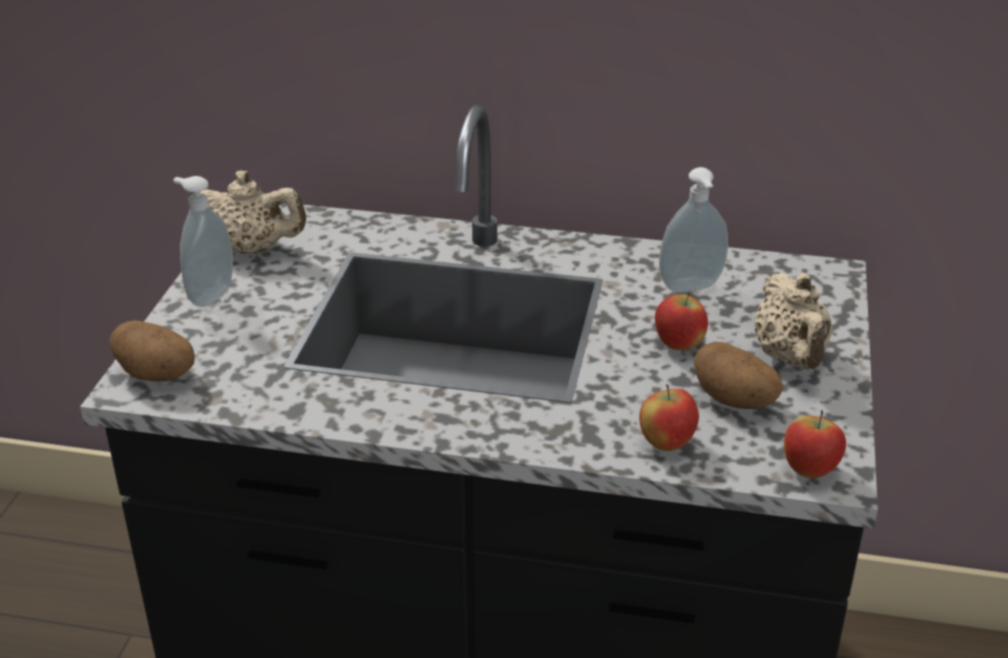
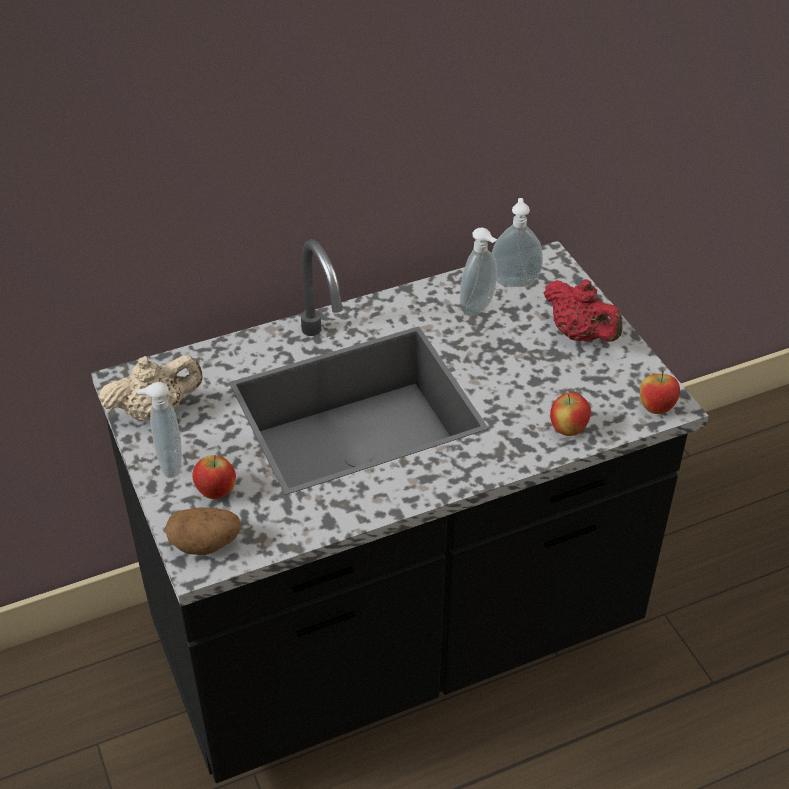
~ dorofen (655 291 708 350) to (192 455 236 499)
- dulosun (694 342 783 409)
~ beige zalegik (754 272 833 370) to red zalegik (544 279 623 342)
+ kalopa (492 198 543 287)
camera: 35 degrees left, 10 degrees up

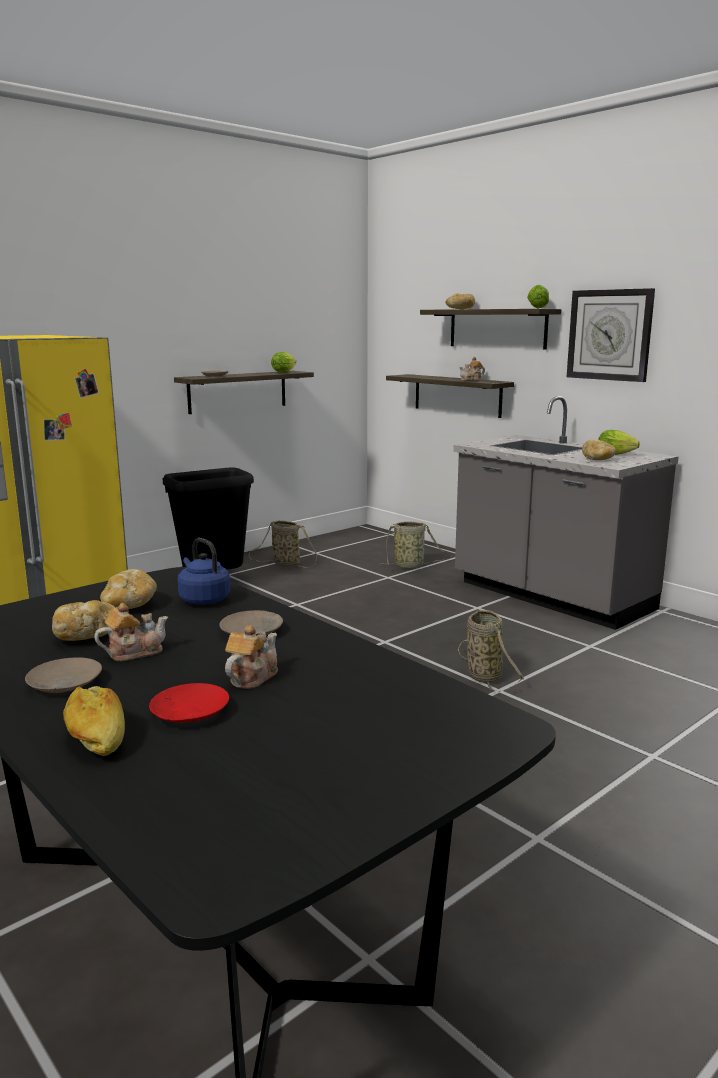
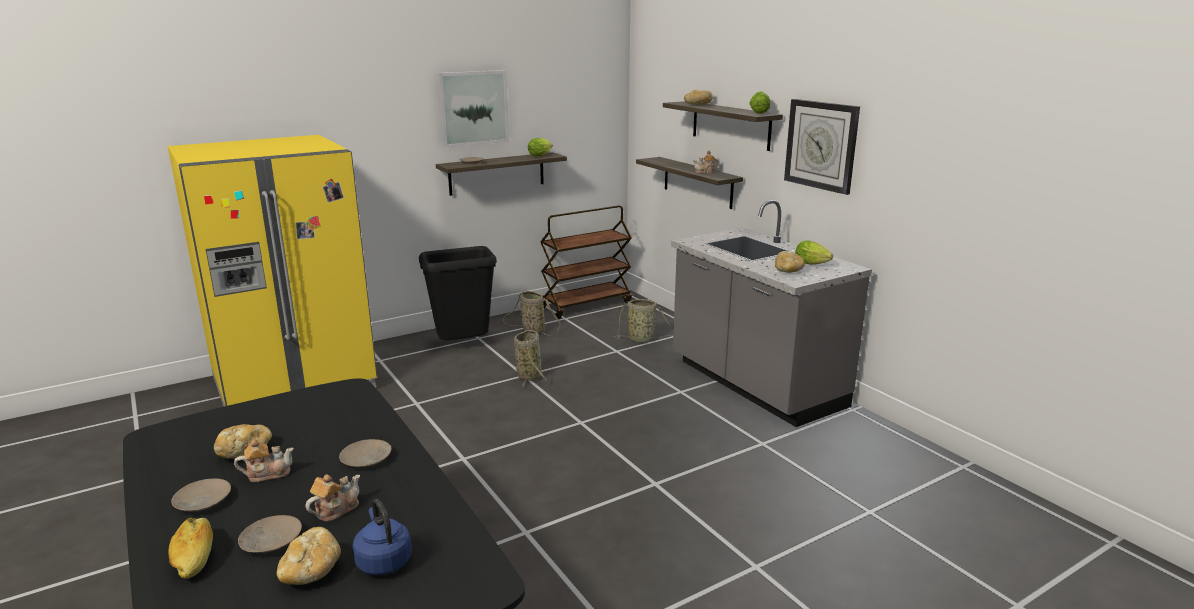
~ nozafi (100 569 157 609) to (277 527 341 585)
~ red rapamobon (149 683 229 723) to beige rapamobon (238 515 302 553)
~ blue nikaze (178 538 230 605) to (353 499 412 575)
~ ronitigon (458 610 524 692) to (514 330 547 388)
+ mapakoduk (437 70 509 148)
+ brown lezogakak (540 206 632 319)
camera: 10 degrees right, 5 degrees up

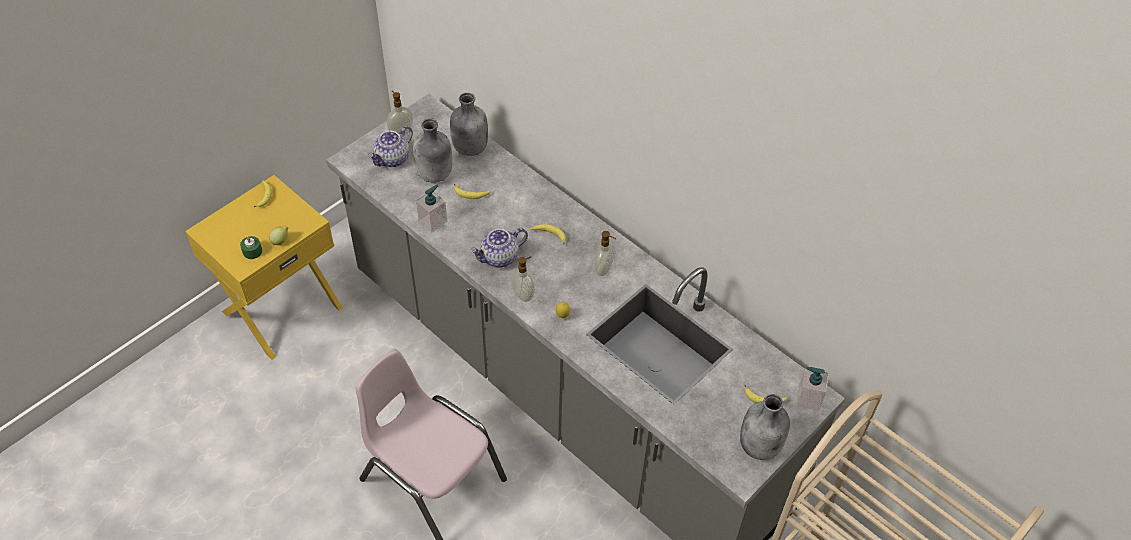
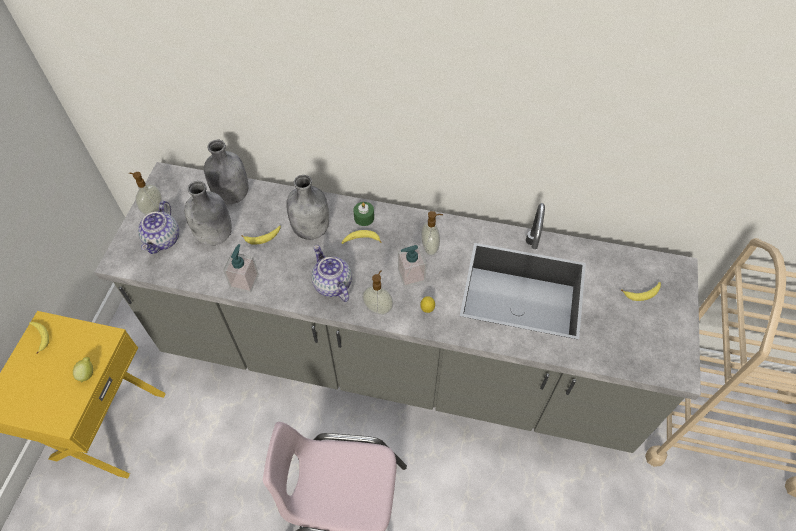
~ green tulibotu (240 236 262 259) to (353 202 374 226)
~ zalegik (470 228 528 267) = (311 245 352 302) 120 degrees clockwise
~ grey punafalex (740 394 790 460) to (286 175 329 240)
~ kalopa (796 367 829 411) to (398 245 427 287)
camera: 30 degrees left, 5 degrees up

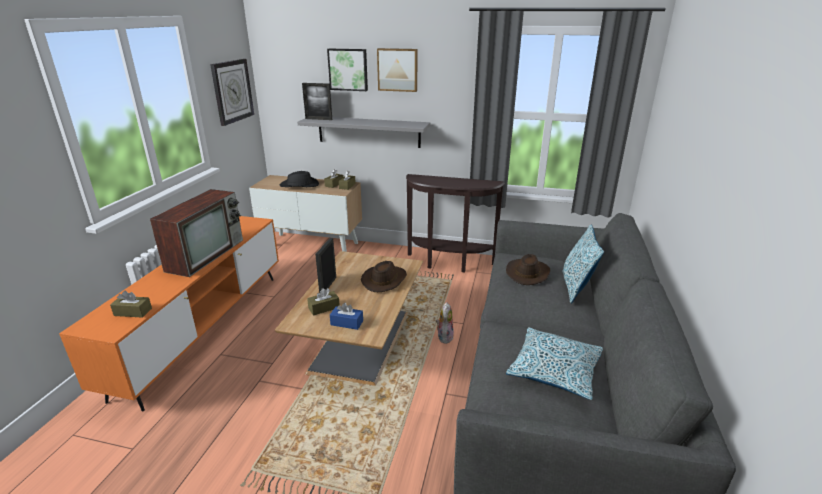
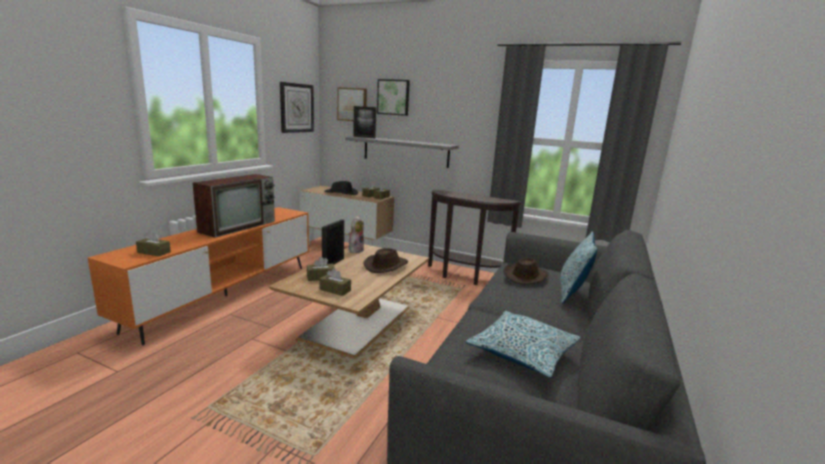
~ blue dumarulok (330 303 363 330) to brown dumarulok (320 268 351 296)
~ mapakoduk (377 48 417 92) to (337 87 367 121)
~ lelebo (436 302 454 344) to (348 216 364 253)
camera: 10 degrees right, 10 degrees down

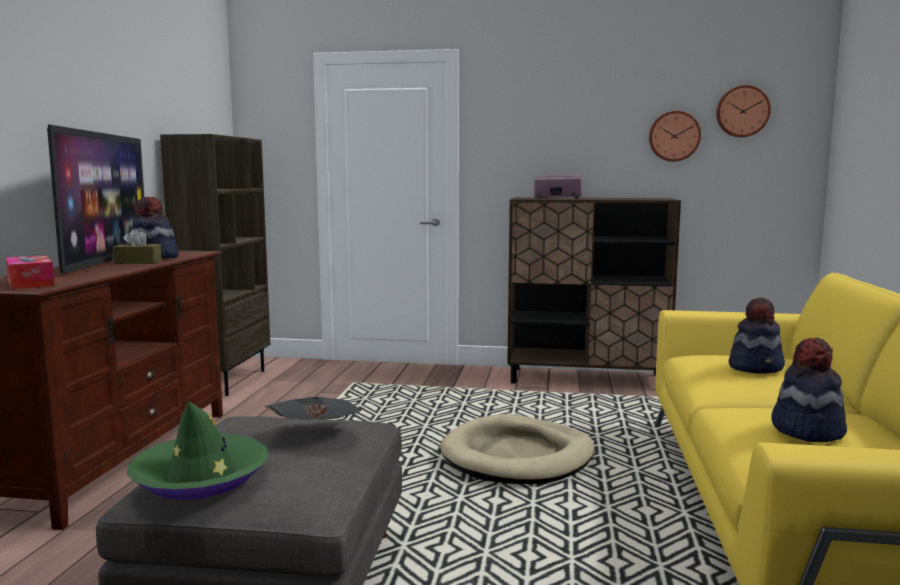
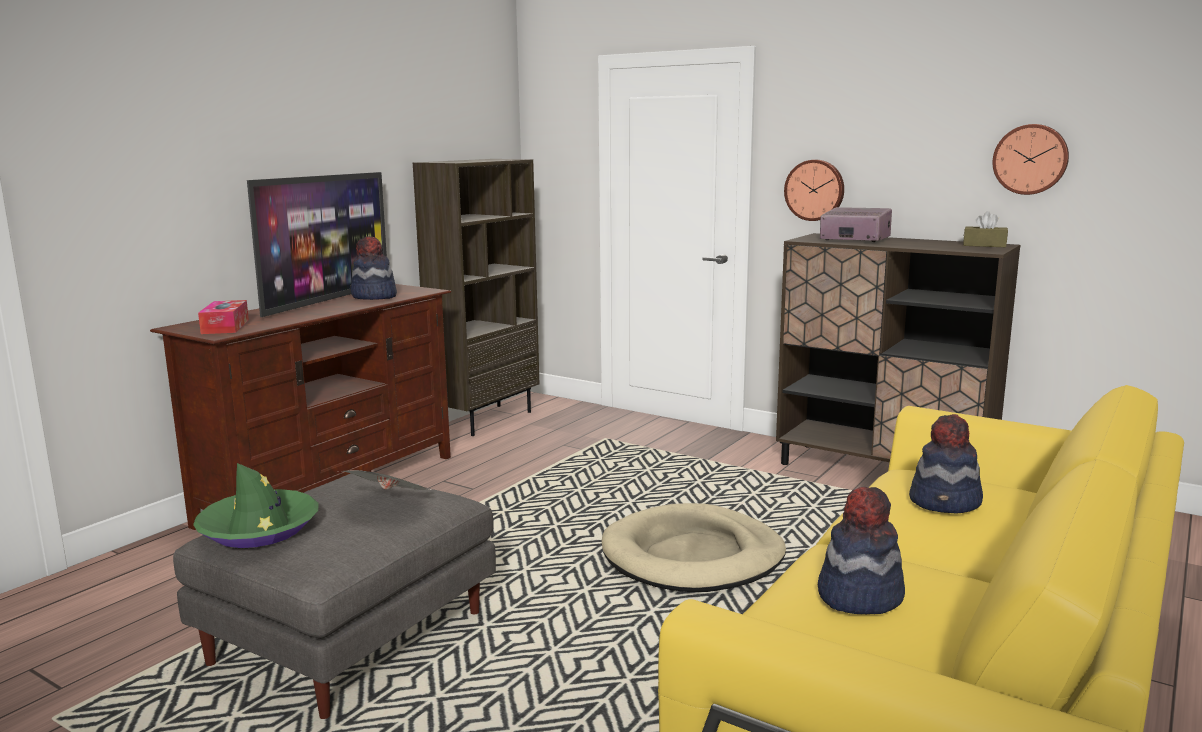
~ brown dumarulok (113 229 162 264) to (963 211 1008 247)
~ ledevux (716 85 771 137) to (784 160 844 221)
camera: 25 degrees right, 5 degrees up

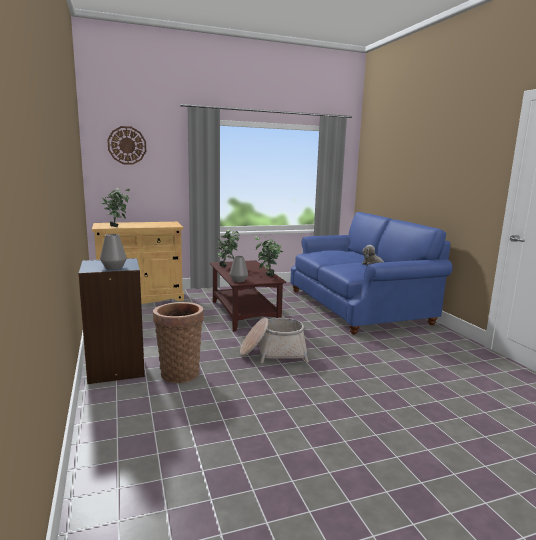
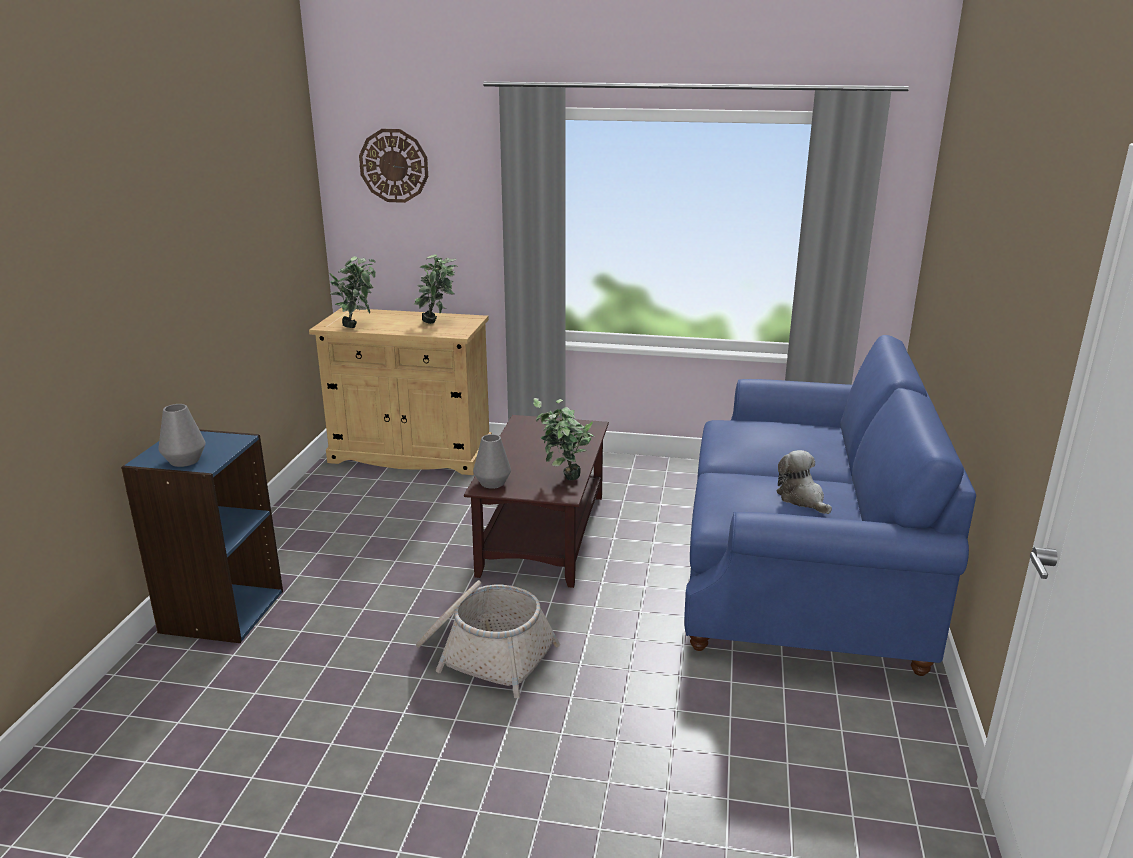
- ronitigon (153 302 203 383)
~ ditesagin (215 229 239 267) to (414 254 458 324)
camera: 30 degrees right, 10 degrees up

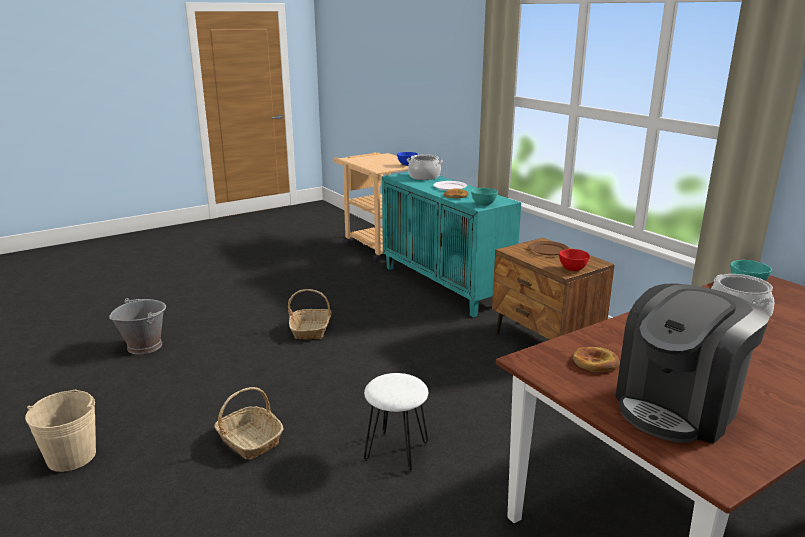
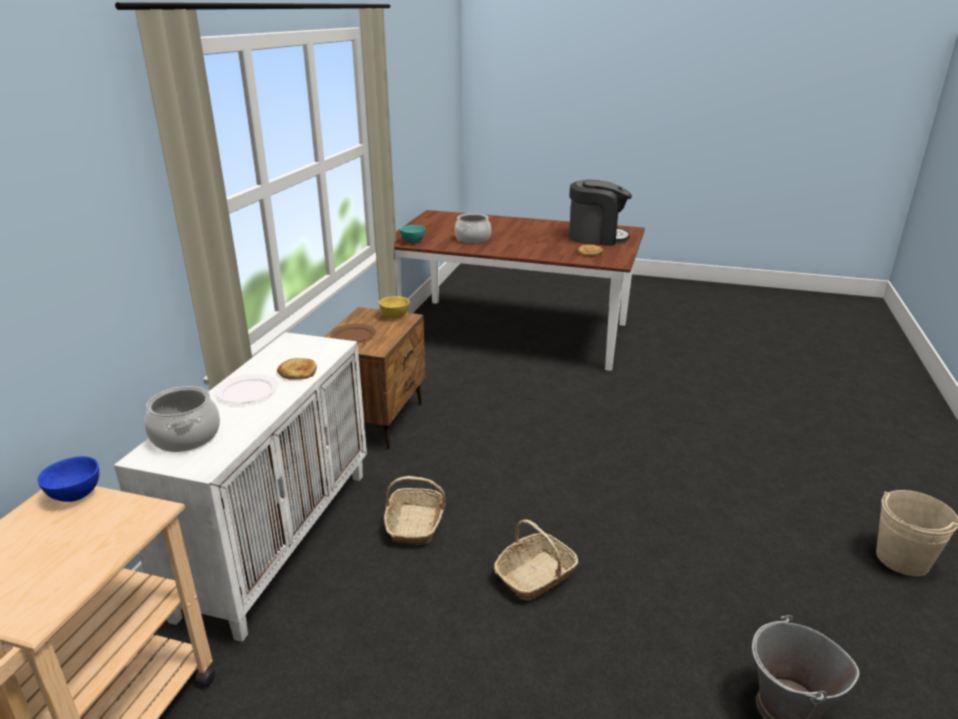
~ ronitigon (214 387 284 460) to (384 476 446 545)
- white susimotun (364 373 428 473)
~ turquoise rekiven (382 172 521 317) to white rekiven (114 332 367 642)
- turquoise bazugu (471 188 498 206)
~ red bazugu (559 249 590 271) to yellow bazugu (379 296 410 318)
camera: 130 degrees left, 5 degrees up

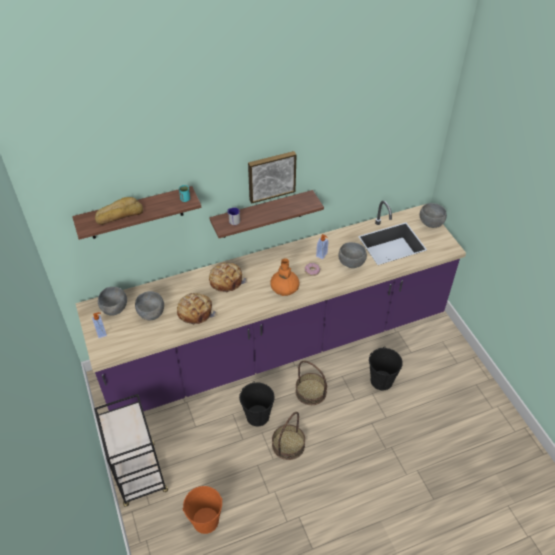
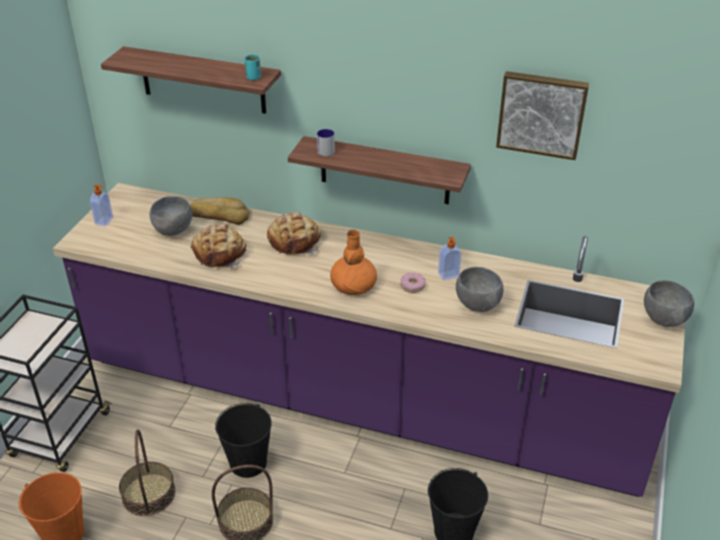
~ nozafi (95 197 143 225) to (190 197 249 225)
- grey bazugu (98 287 127 316)
~ mapakoduk (248 151 297 204) to (496 71 589 160)
~ ronitigon (296 361 327 405) to (119 429 176 516)
camera: 40 degrees right, 10 degrees down

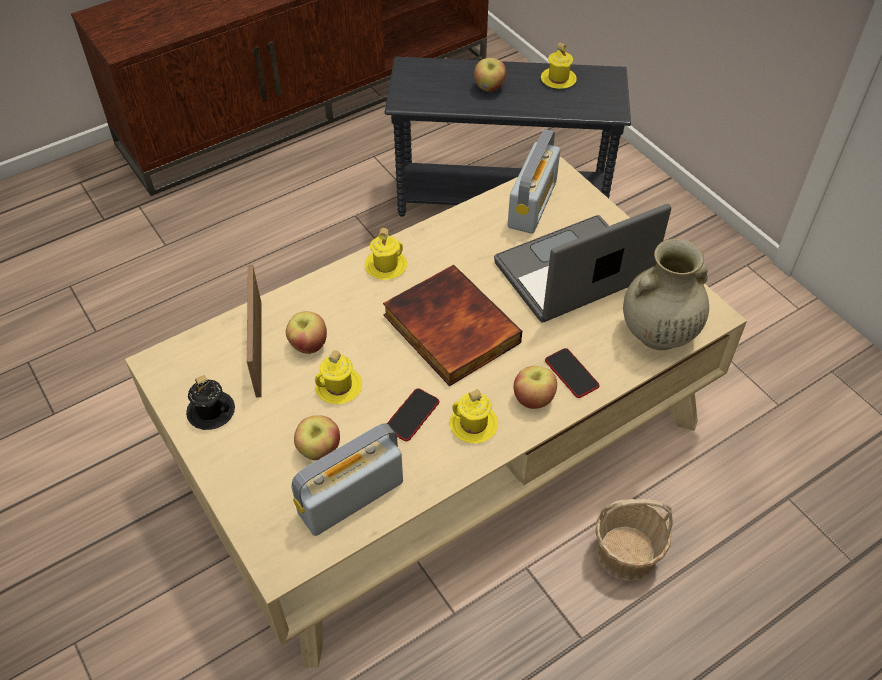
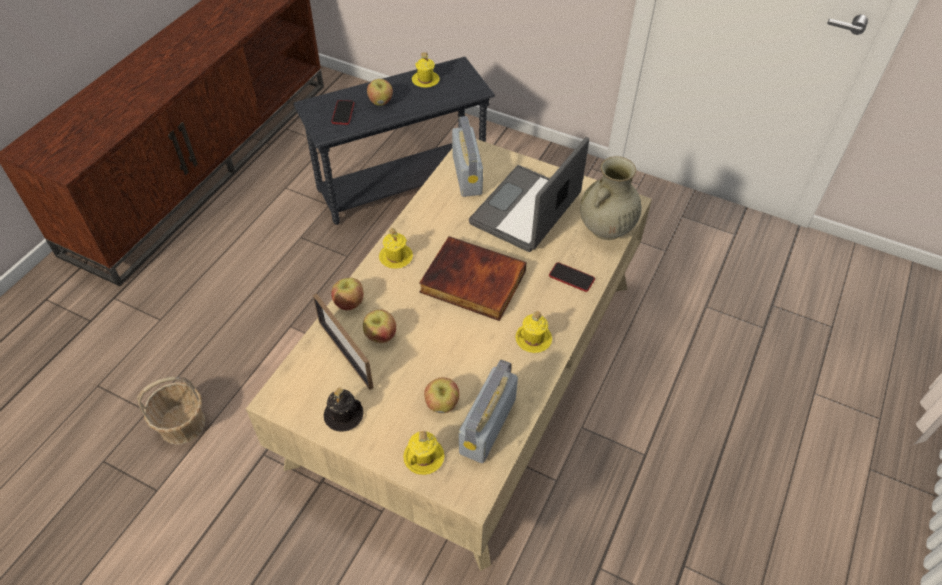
~ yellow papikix (315 350 362 404) to (403 431 445 475)
~ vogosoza (387 388 440 441) to (331 100 355 125)
~ dorofen (514 366 557 409) to (331 278 364 310)
~ ronitigon (595 499 673 581) to (137 377 205 445)
camera: 30 degrees left, 0 degrees up

